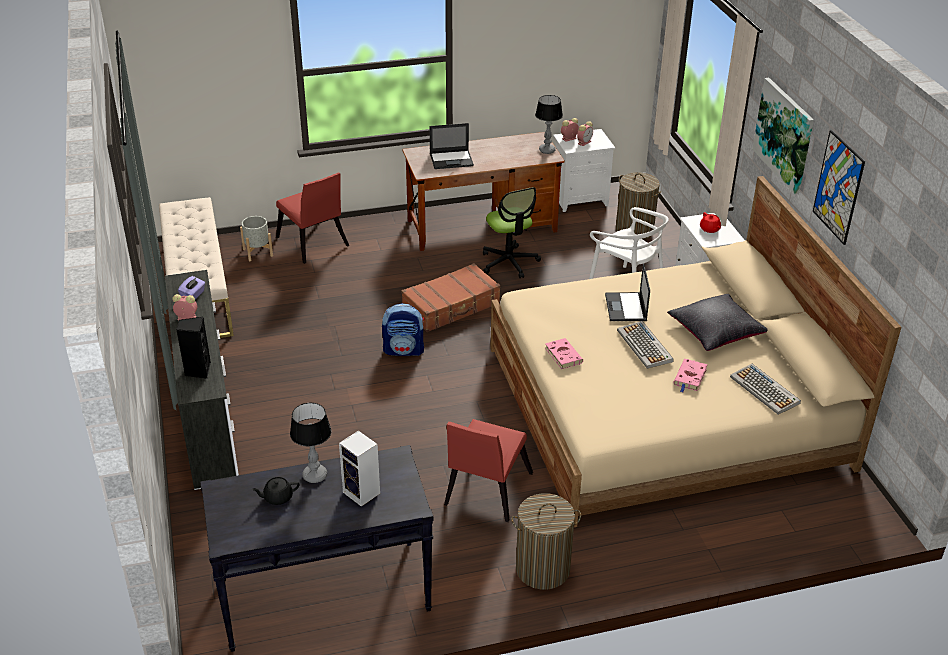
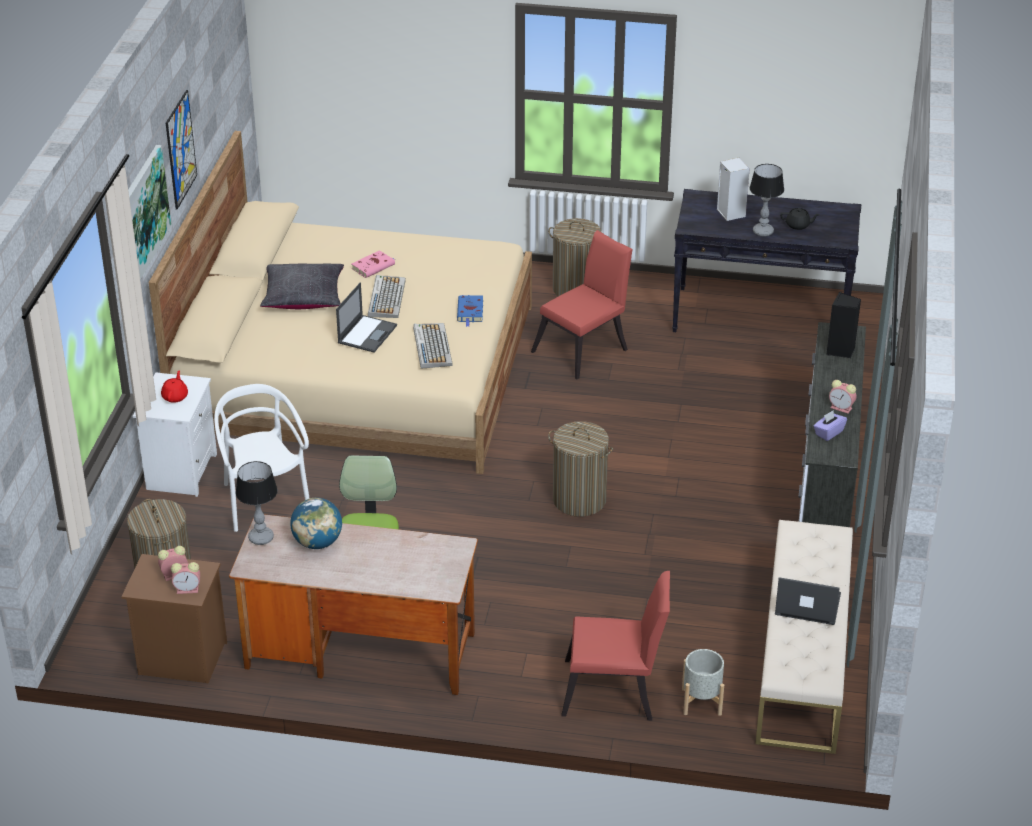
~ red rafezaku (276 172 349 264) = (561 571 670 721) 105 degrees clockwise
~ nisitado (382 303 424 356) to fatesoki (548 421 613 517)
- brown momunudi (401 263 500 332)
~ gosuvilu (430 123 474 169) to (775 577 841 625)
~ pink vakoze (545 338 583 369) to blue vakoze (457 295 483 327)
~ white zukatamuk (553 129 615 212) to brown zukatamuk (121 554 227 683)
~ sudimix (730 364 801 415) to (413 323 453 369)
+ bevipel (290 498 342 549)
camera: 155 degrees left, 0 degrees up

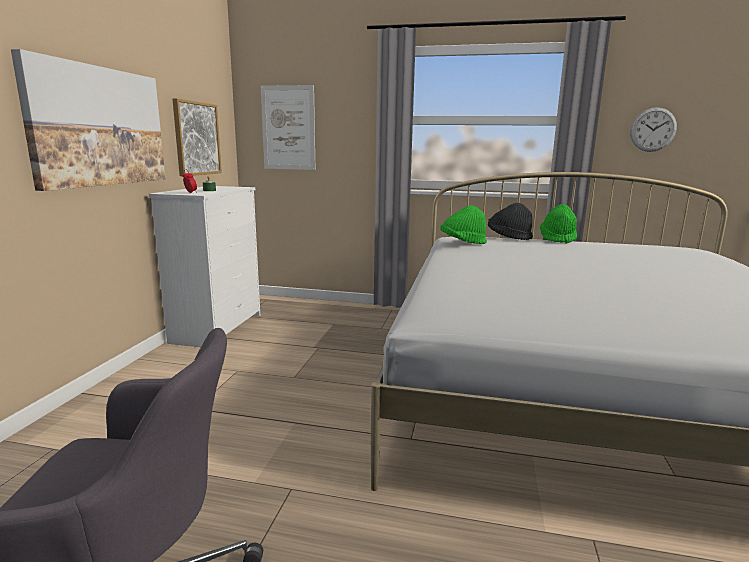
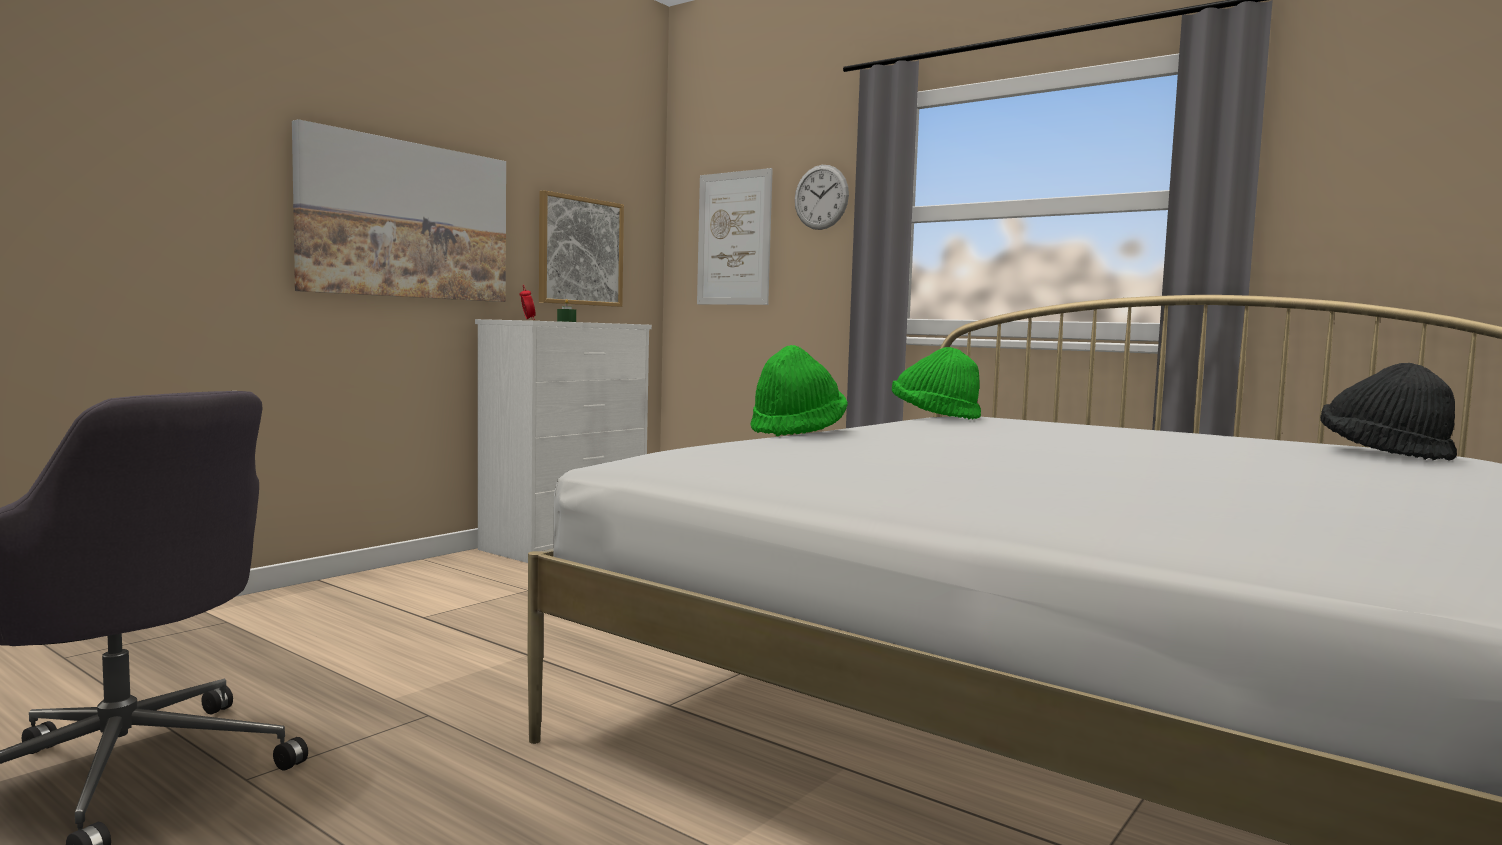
~ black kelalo (488 203 533 240) to (1320 363 1457 460)
~ green kelalo (540 204 578 243) to (751 345 848 436)
~ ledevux (630 107 677 152) to (795 165 849 230)
camera: 25 degrees right, 10 degrees down

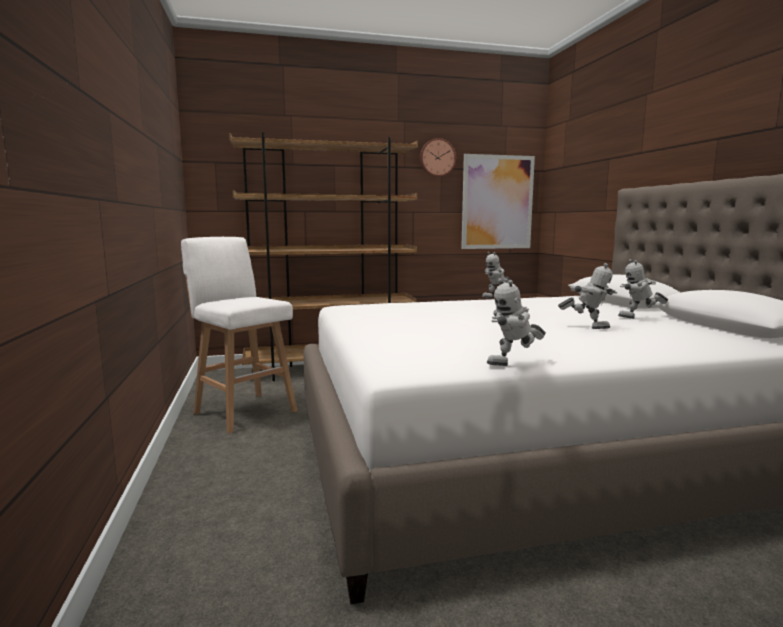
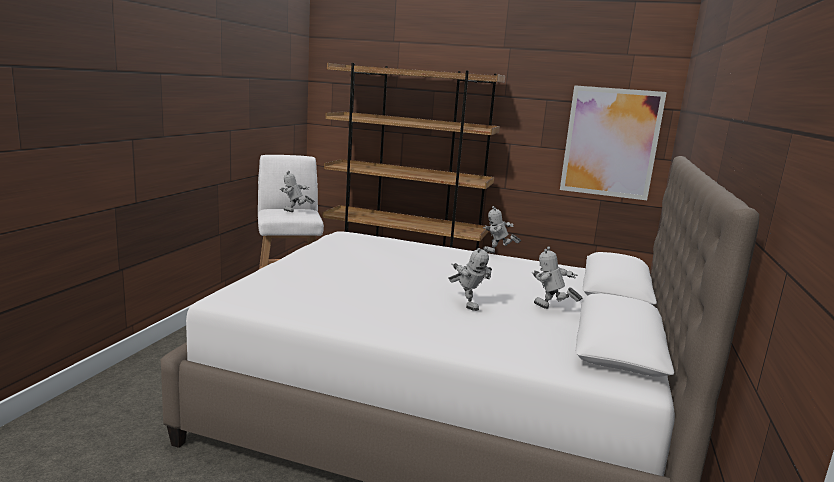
- ledevux (420 138 456 177)
~ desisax (487 278 546 366) to (280 171 315 212)
camera: 30 degrees right, 5 degrees up

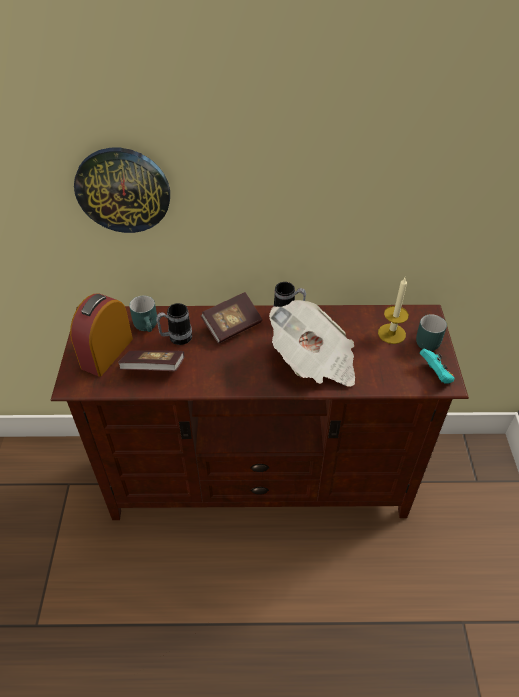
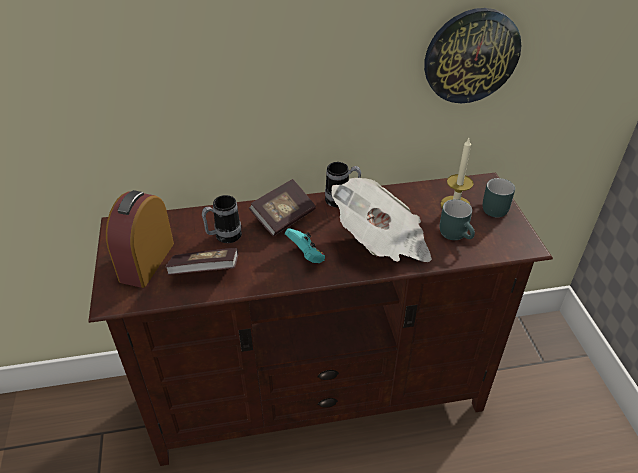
~ ledevux (74 148 170 233) to (424 8 521 103)
~ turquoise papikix (129 295 157 332) to (440 199 475 240)
~ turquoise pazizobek (420 349 455 384) to (285 228 325 263)
camera: 10 degrees left, 5 degrees down

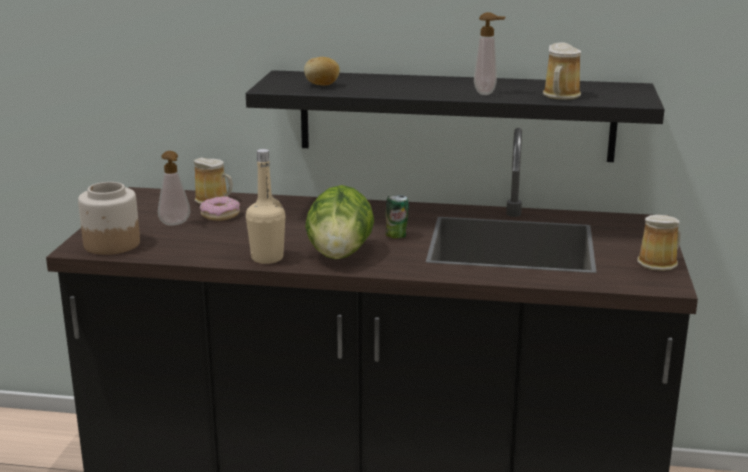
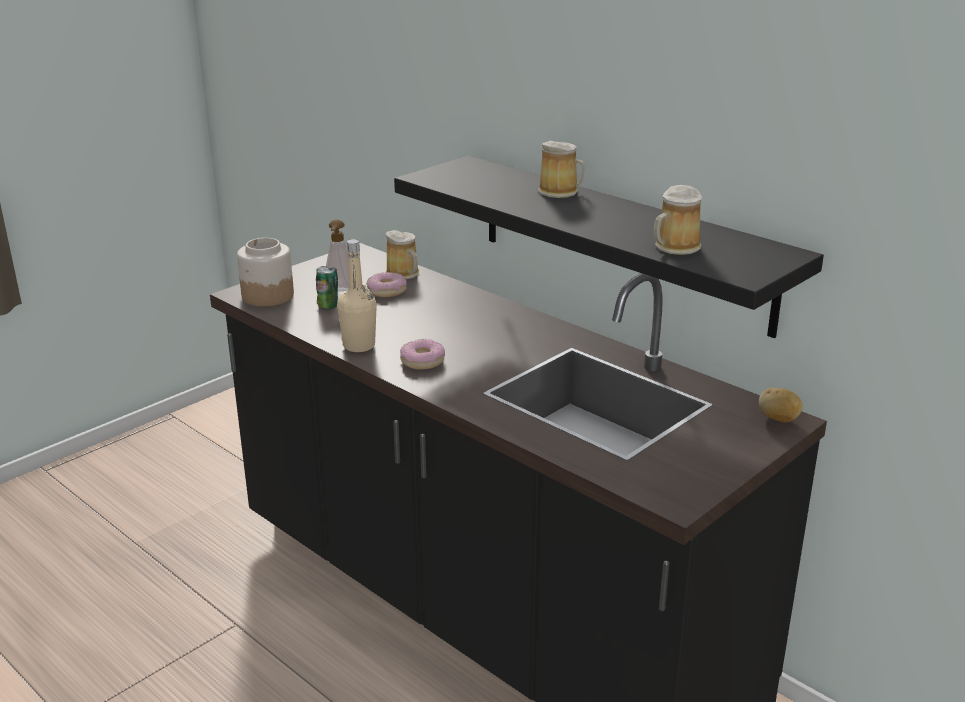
~ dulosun (304 57 340 85) to (759 388 803 422)
~ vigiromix (305 185 374 259) to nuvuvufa (400 339 445 369)
~ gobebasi (385 195 409 239) to (316 266 338 309)
- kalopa (474 12 505 95)
~ papikix (638 215 681 271) to (538 141 586 198)
camera: 35 degrees right, 5 degrees up

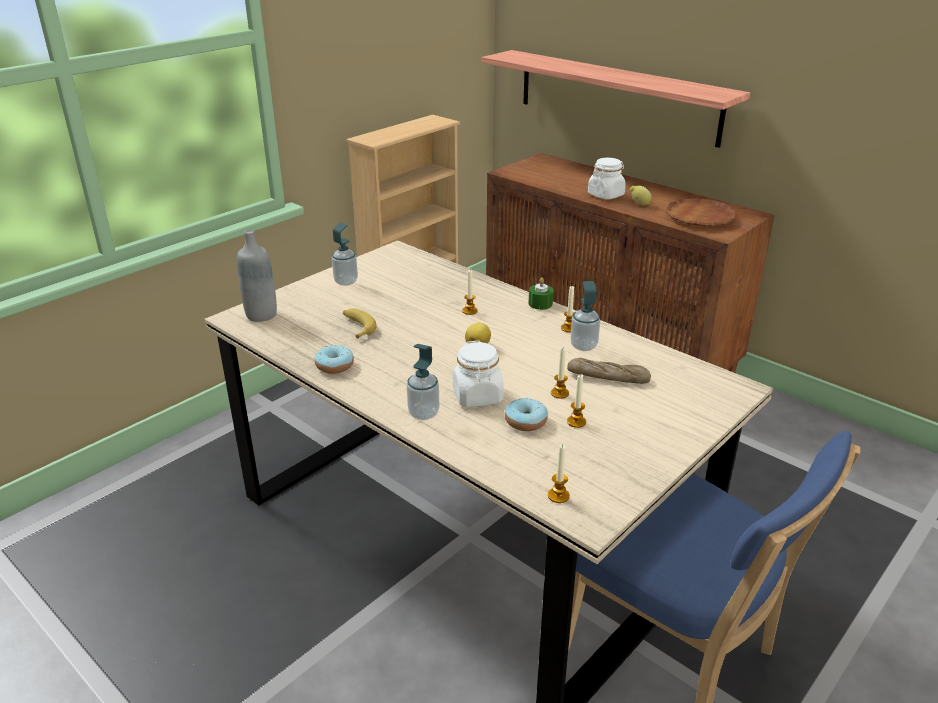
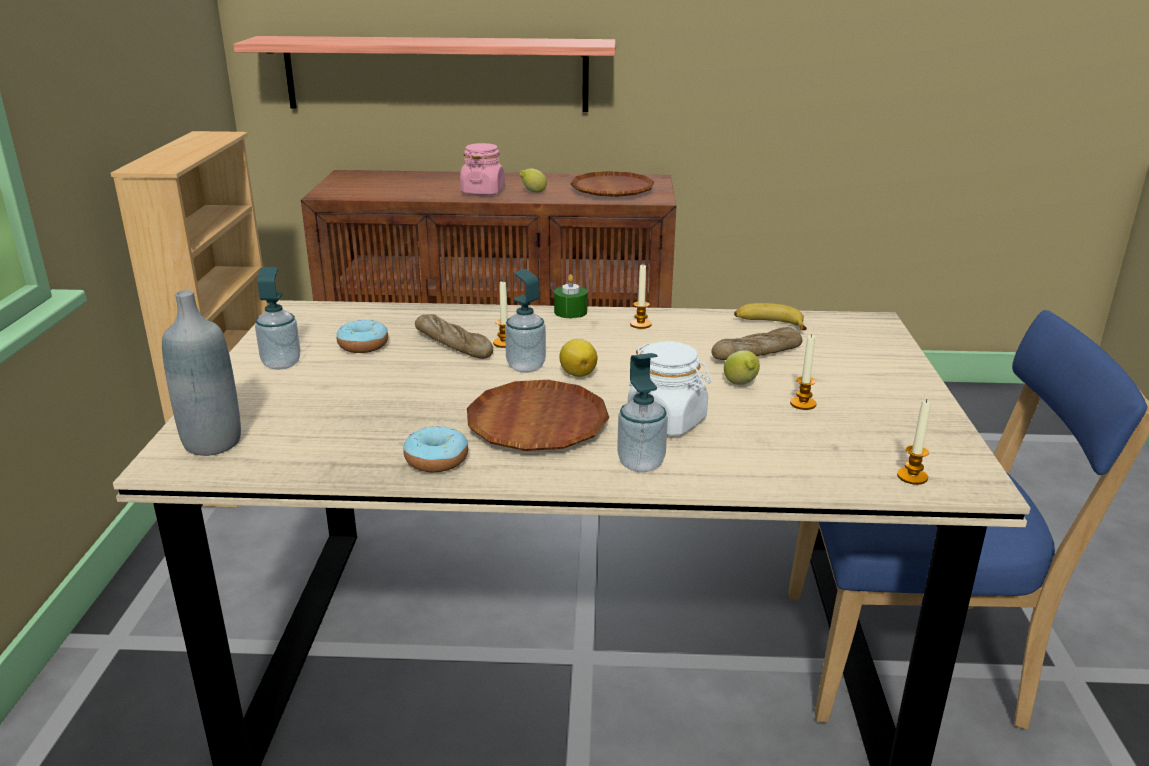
~ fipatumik (343 308 377 339) to (734 303 807 330)
~ nuvuvufa (505 398 548 431) to (337 320 388 353)
~ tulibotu (551 348 569 399) to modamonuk (724 350 760 385)
~ kalopa (571 281 600 351) to (505 269 546 373)
~ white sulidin (588 158 626 199) to pink sulidin (460 143 505 195)
+ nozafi (415 314 493 359)
+ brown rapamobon (467 380 609 451)
camera: 40 degrees left, 5 degrees down

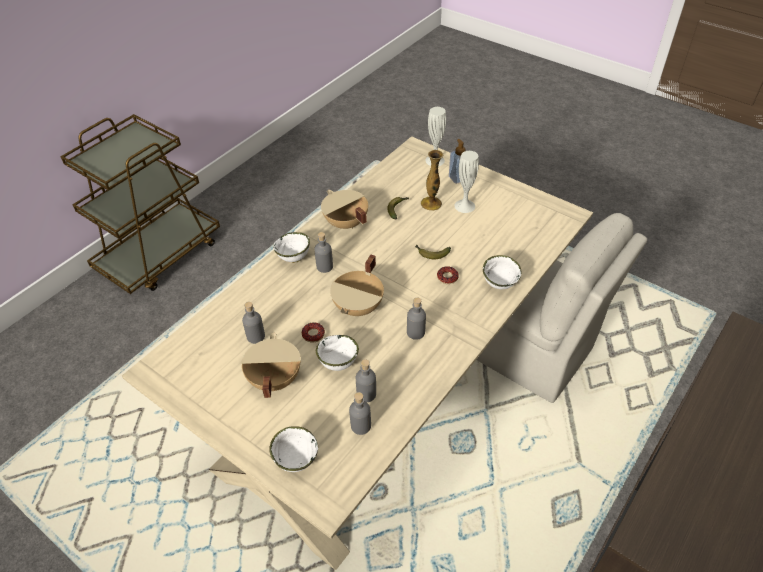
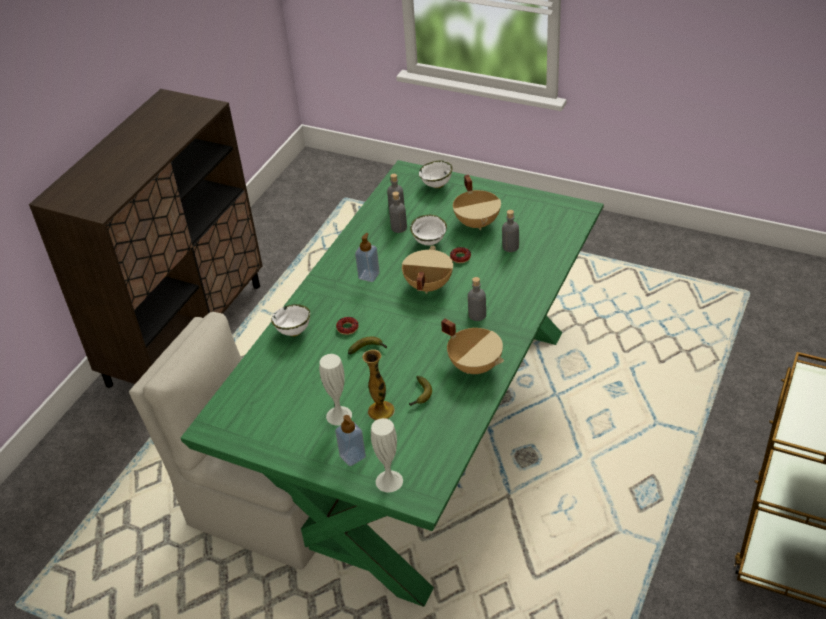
~ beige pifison (122 136 593 570) to green pifison (181 160 604 607)
- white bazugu (273 232 310 263)
~ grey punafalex (407 298 426 340) to kalopa (355 233 380 282)
camera: 170 degrees right, 5 degrees down

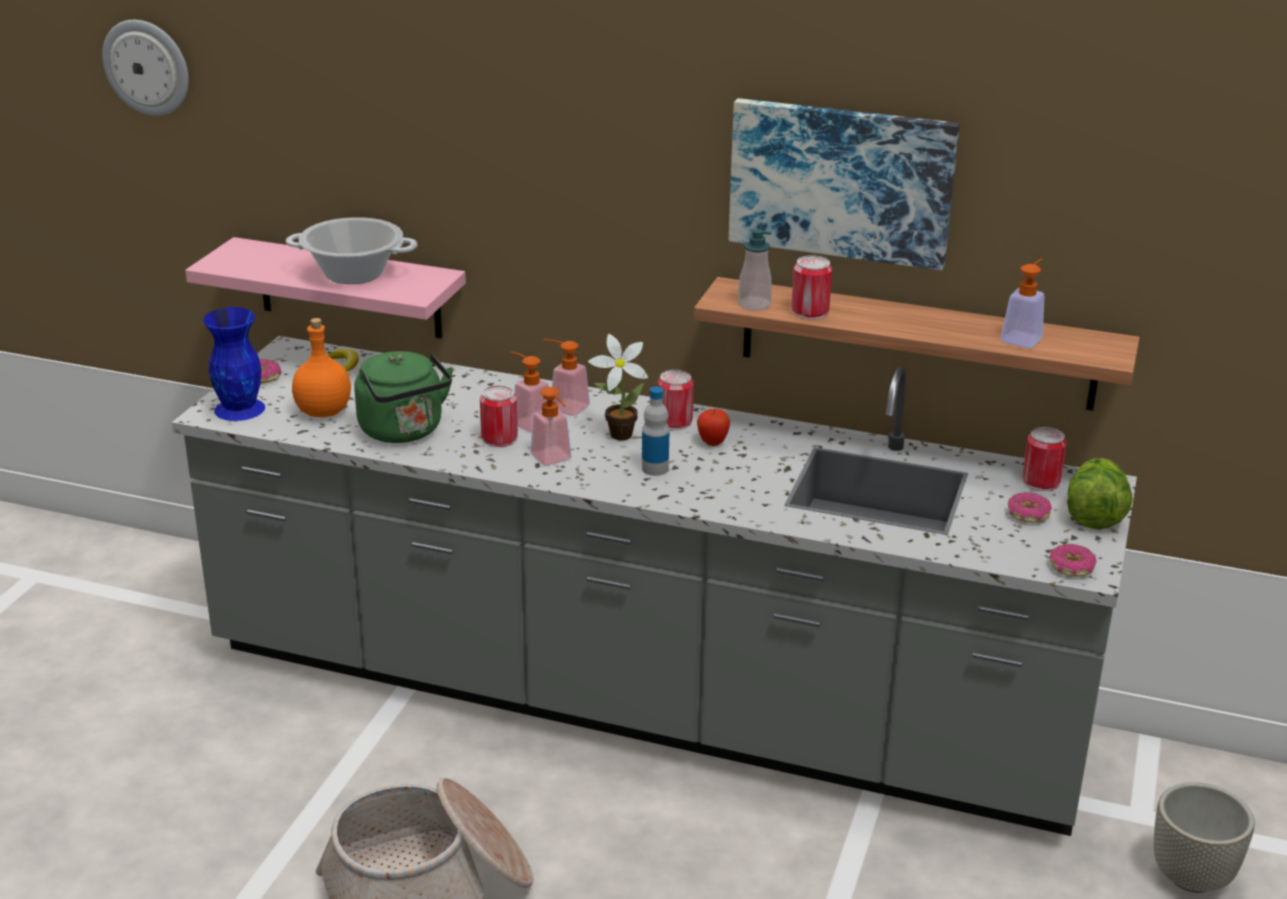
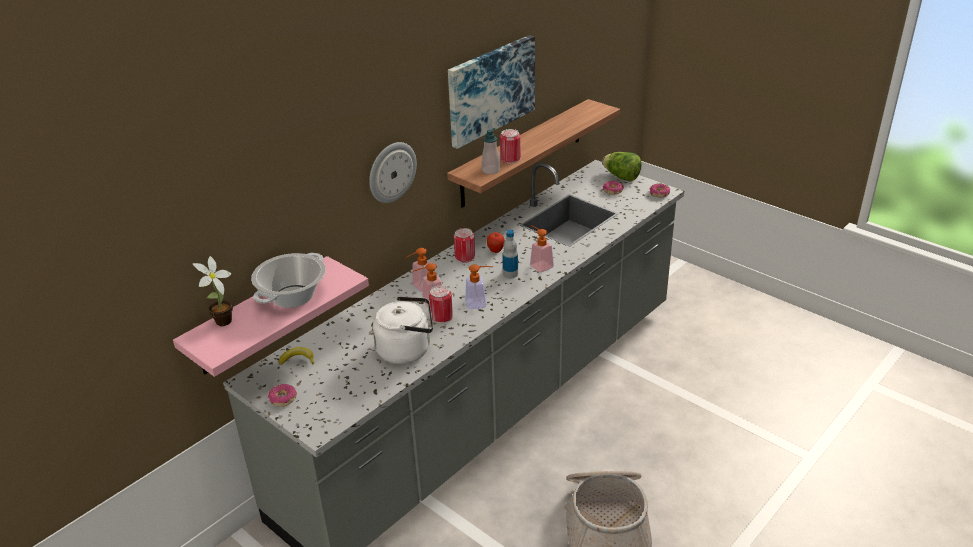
~ ledevux (102 20 189 116) to (369 142 417 203)
- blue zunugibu (203 307 265 421)
- orange punafalex (292 318 351 417)
~ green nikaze (354 351 453 443) to white nikaze (373 296 433 364)
~ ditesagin (588 334 648 440) to (193 256 233 326)
~ kalopa (1001 259 1044 348) to (530 225 554 273)
- gobebasi (1022 427 1067 491)
- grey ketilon (1154 782 1255 893)
camera: 65 degrees left, 5 degrees up

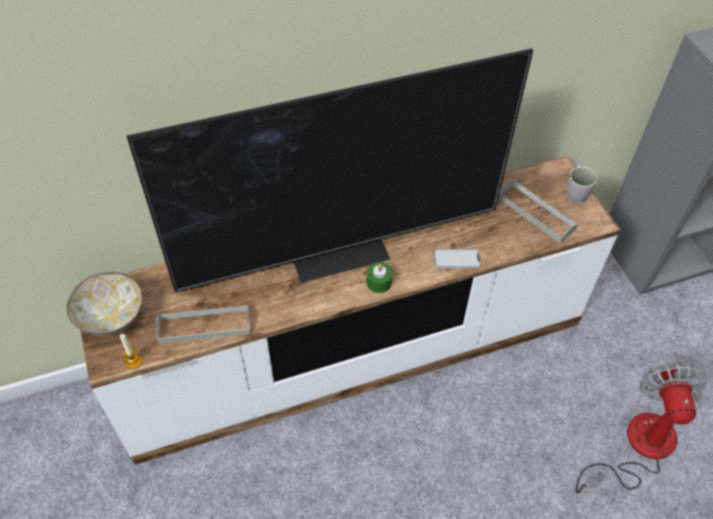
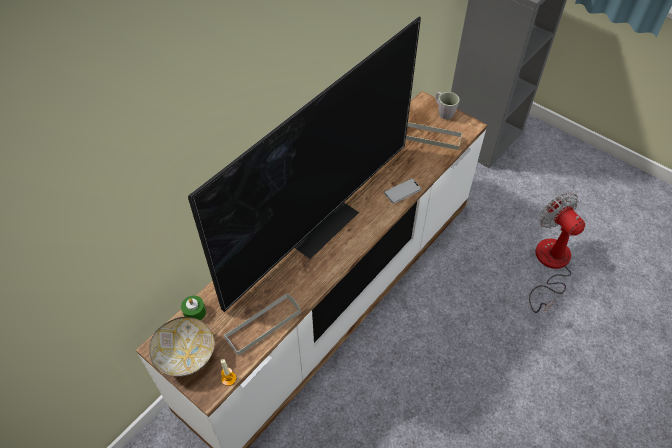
~ green tulibotu (366 262 393 293) to (181 296 206 320)
camera: 30 degrees left, 0 degrees up

